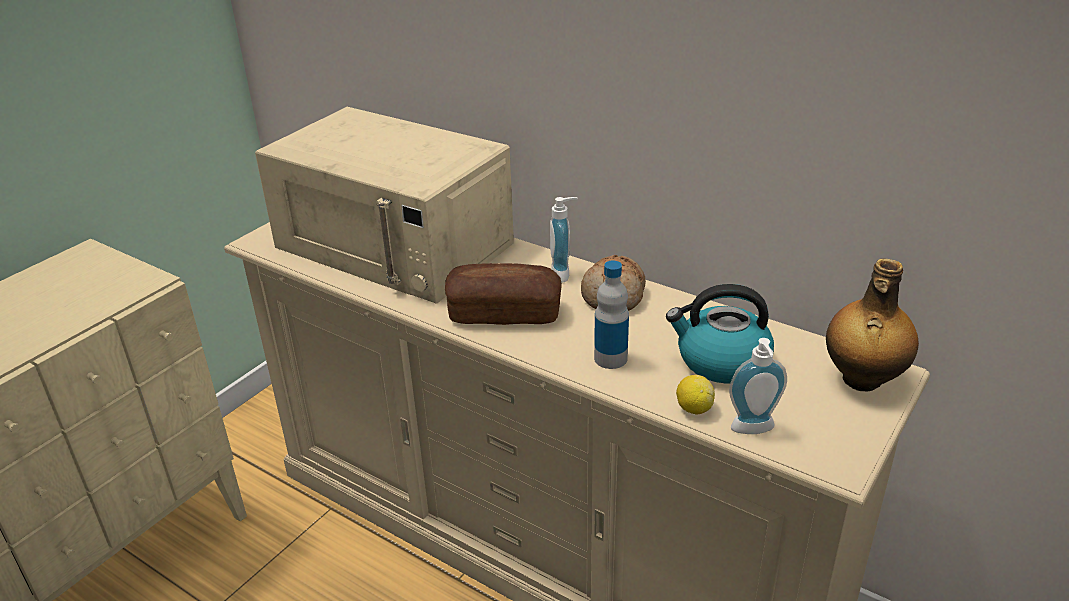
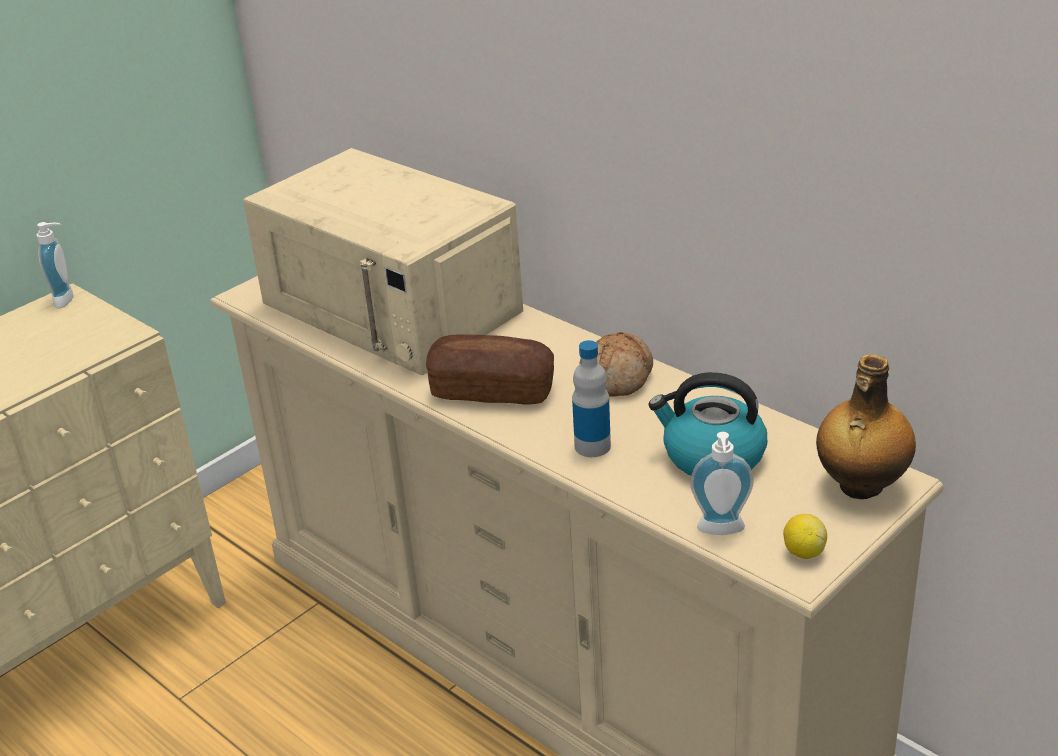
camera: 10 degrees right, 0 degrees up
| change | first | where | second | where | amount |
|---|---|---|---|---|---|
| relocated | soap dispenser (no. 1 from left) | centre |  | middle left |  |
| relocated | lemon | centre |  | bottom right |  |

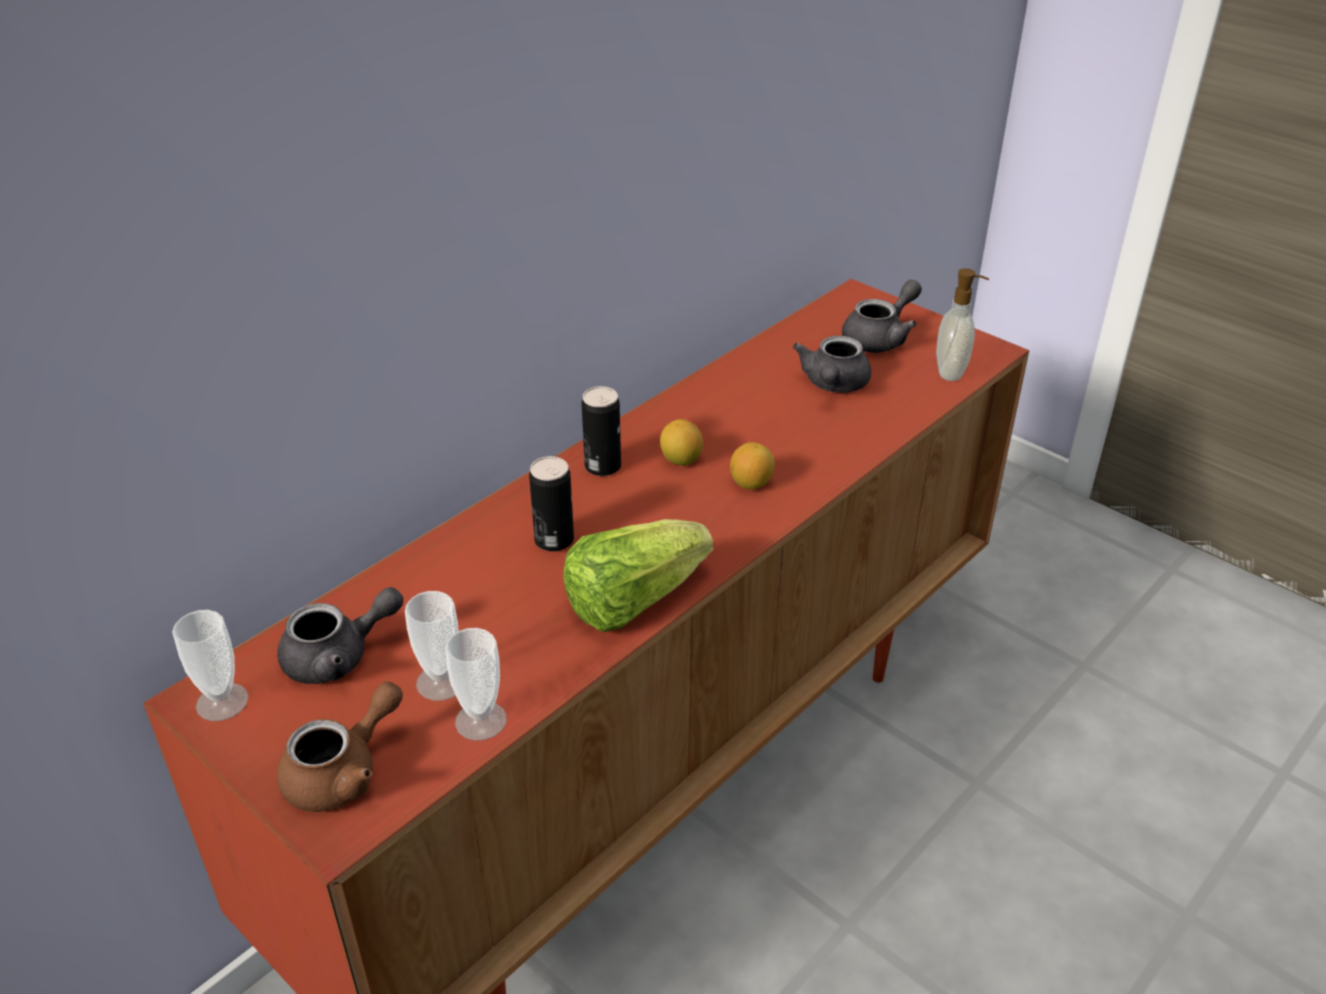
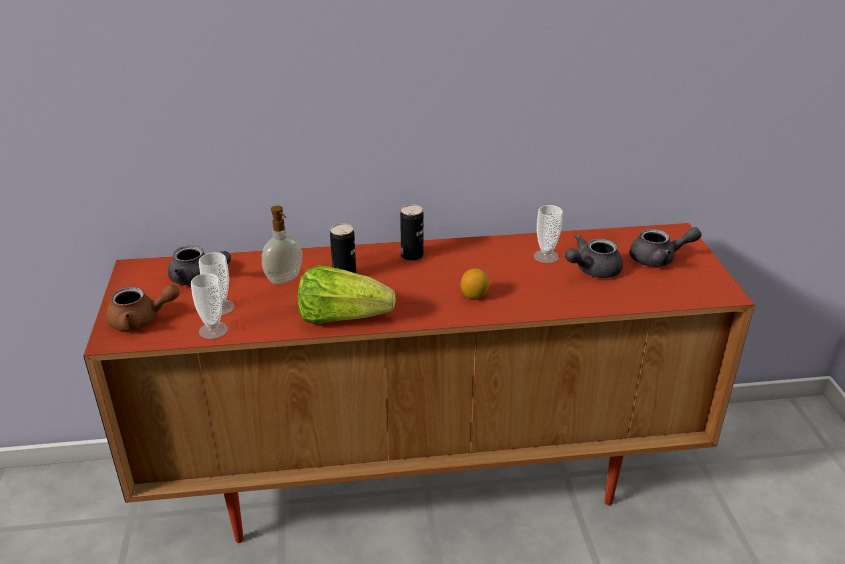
camera: 40 degrees right, 5 degrees down
| change | first | where | second | where | amount |
|---|---|---|---|---|---|
| relocated | soap dispenser | top right |  | centre |  |
| missing | lemon (no. 1 from left) | centre |  |  |  |
| relocated | cup (no. 1 from left in the first image) | bottom left | cup (no. 3 from left) | centre |  |

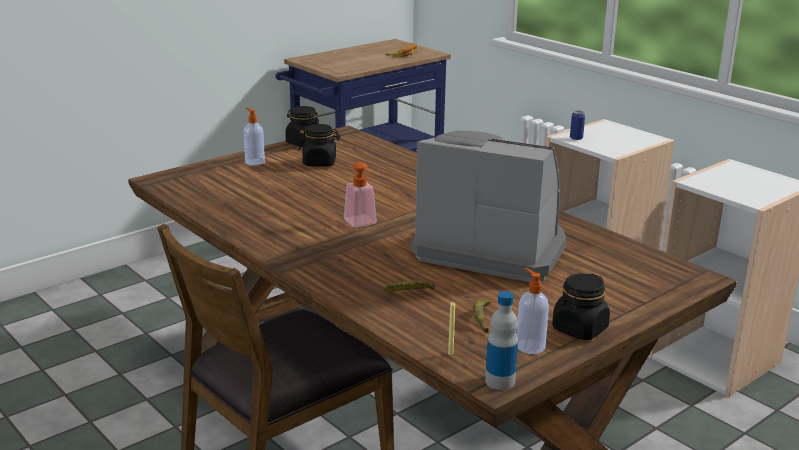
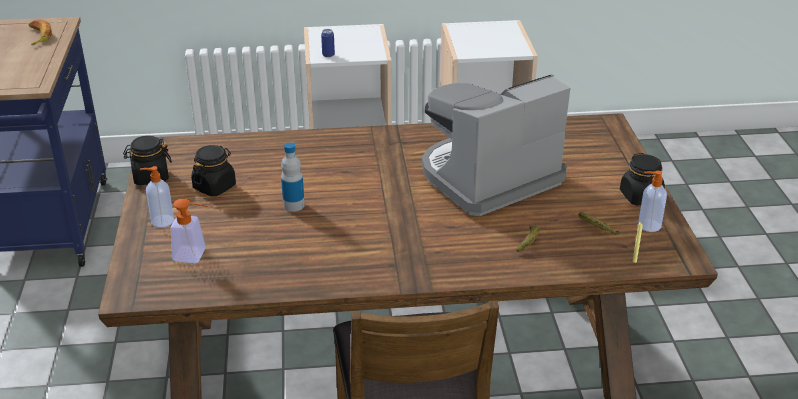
camera: 55 degrees left, 10 degrees up
| change | first | where | second | where | amount |
|---|---|---|---|---|---|
| relocated | soap dispenser (no. 2 from left) | centre |  | middle left |  |
| relocated | bottle | bottom centre |  | centre |  |

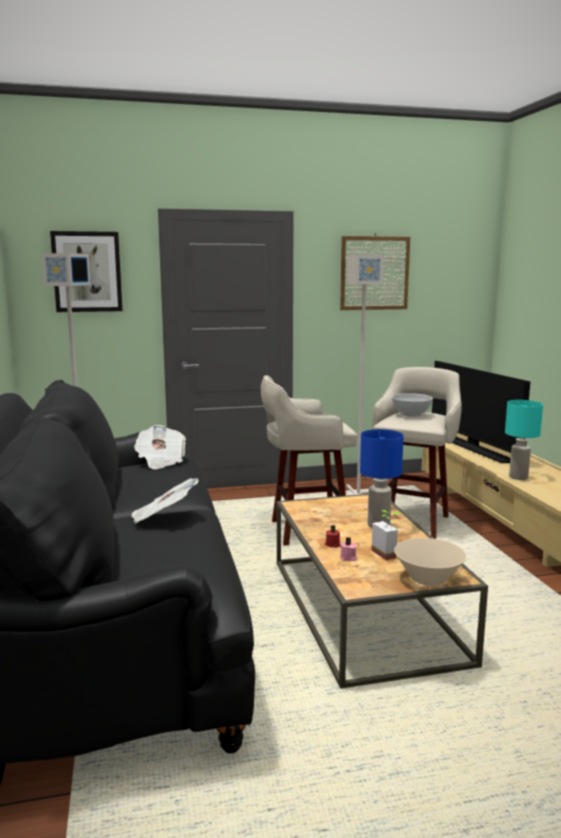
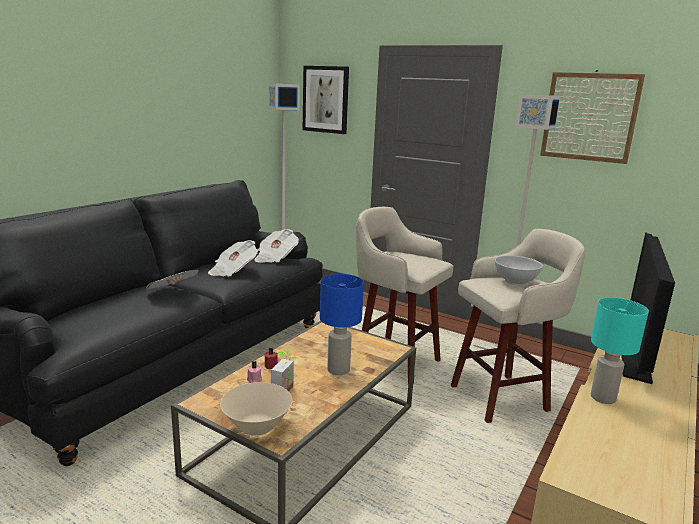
camera: 45 degrees right, 5 degrees up
| change | first | where | second | where | amount |
|---|---|---|---|---|---|
| appeared |  |  | newspaper (no. 2 from left) | centre |  |

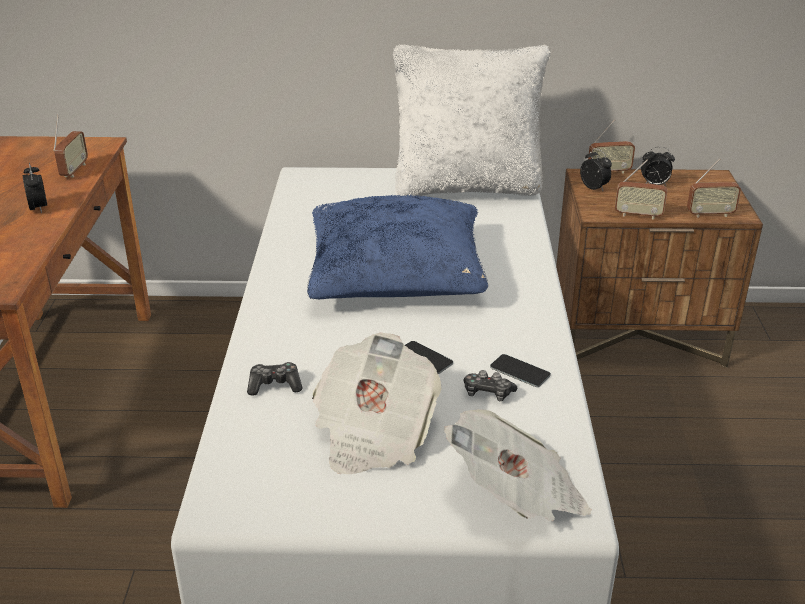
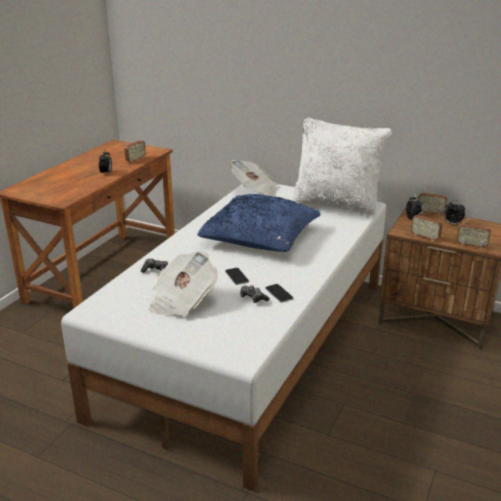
camera: 25 degrees right, 5 degrees down
| change | first | where | second | where | amount |
|---|---|---|---|---|---|
| relocated | newspaper (no. 2 from left) | bottom centre |  | centre |  |

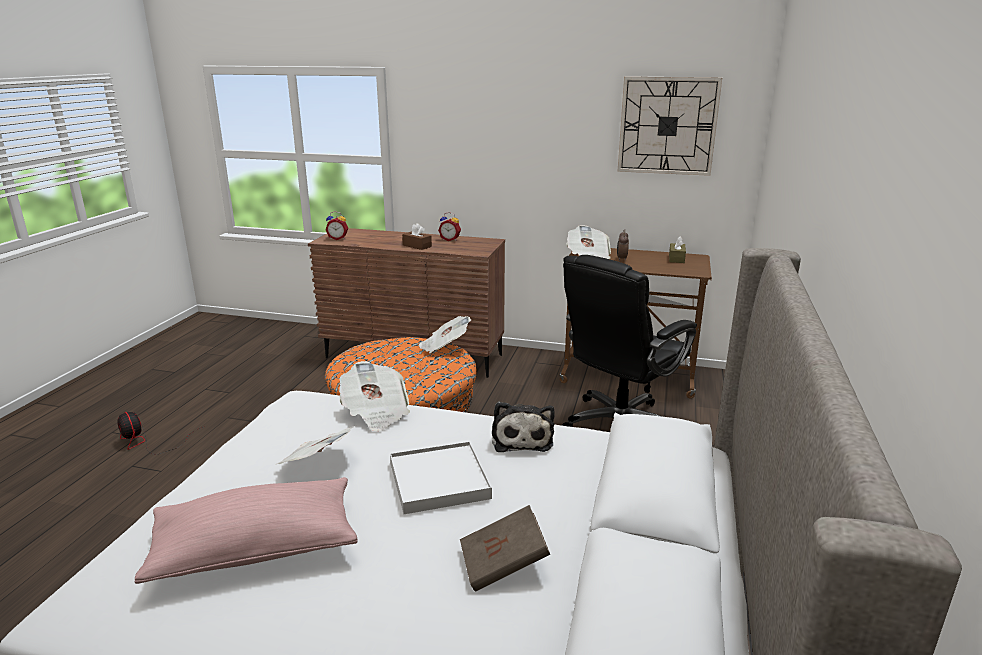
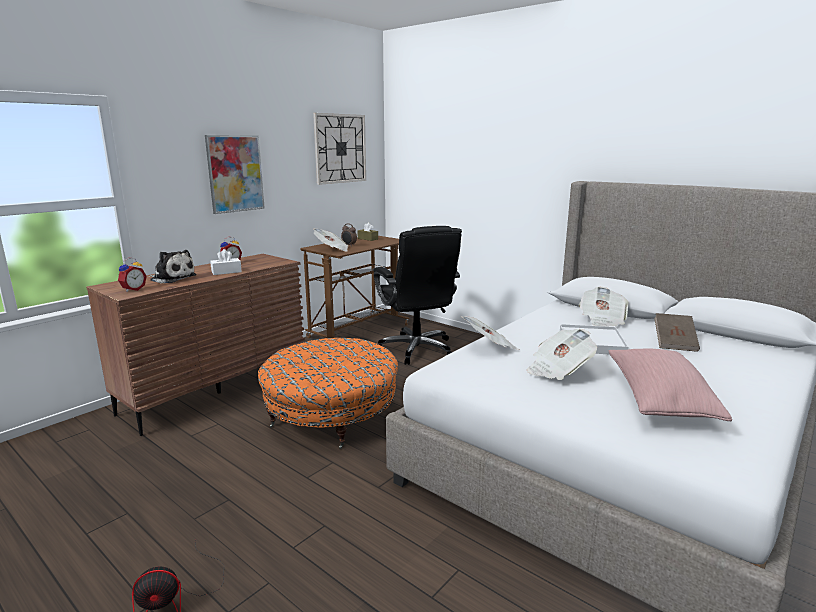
camera: 65 degrees left, 5 degrees down
| change | first | where | second | where | amount |
|---|---|---|---|---|---|
| colour | tissue box/brown (no. 1 from left) | centre | tissue box/white | middle left |  |
| relocated | newspaper (no. 3 from left in the first image) | centre | newspaper (no. 4 from left) | middle right |  |
| relocated | plush toy | centre |  | middle left |  |
| appeared |  |  | picture | top left |  |

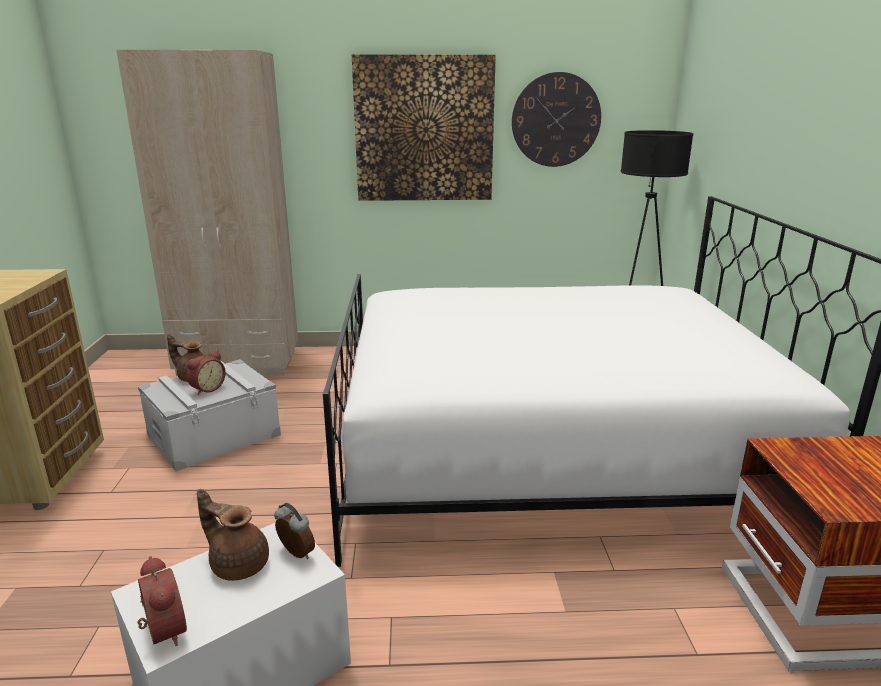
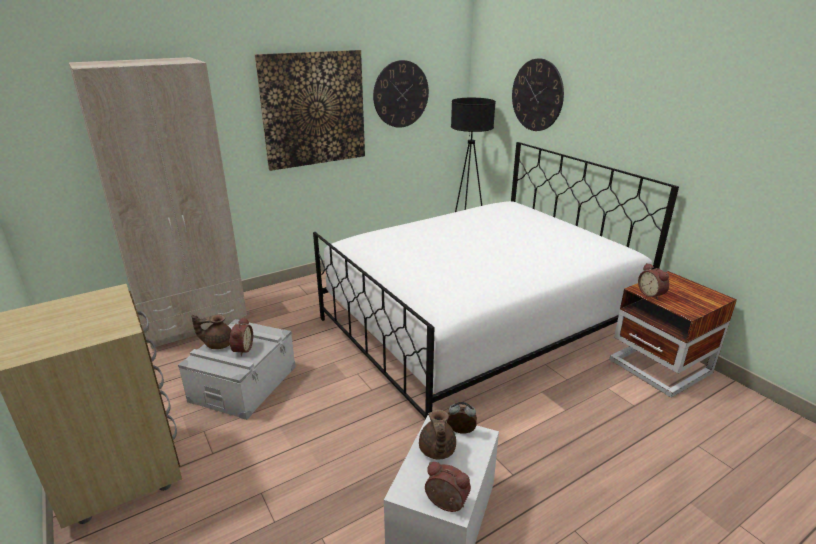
camera: 30 degrees left, 5 degrees up
| change | first | where | second | where | amount |
|---|---|---|---|---|---|
| spun | teapot/brown (no. 2 from left) | bottom left |  | bottom centre | 90 degrees counterclockwise |
| appeared |  |  | wall clock (no. 2 from left) | top centre |  |
| appeared |  |  | alarm clock (no. 4 from left) | middle right |  |

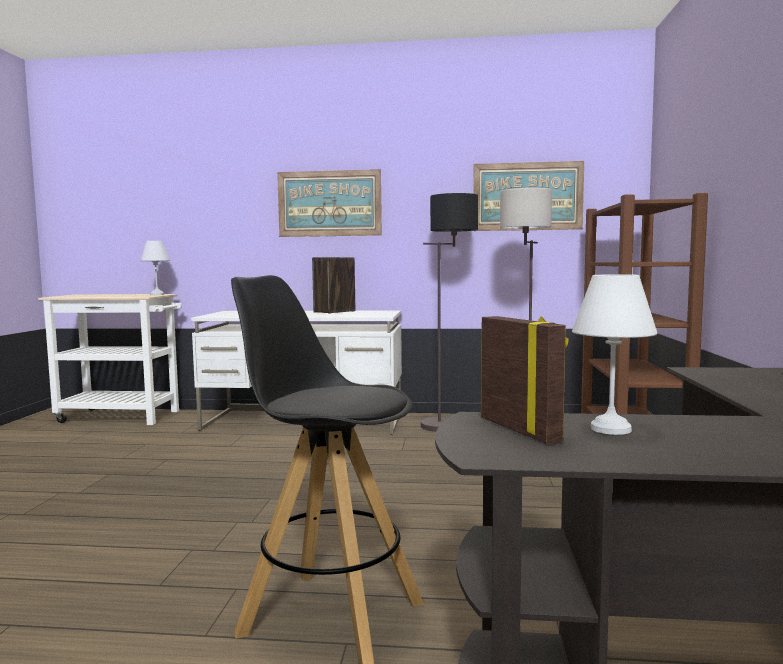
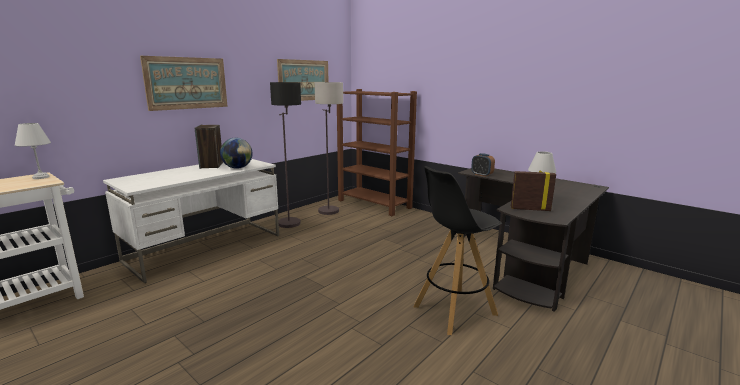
camera: 55 degrees left, 10 degrees up
| change | first | where | second | where | amount |
|---|---|---|---|---|---|
| appeared |  |  | globe | middle left |  |
| appeared |  |  | alarm clock | centre |  |

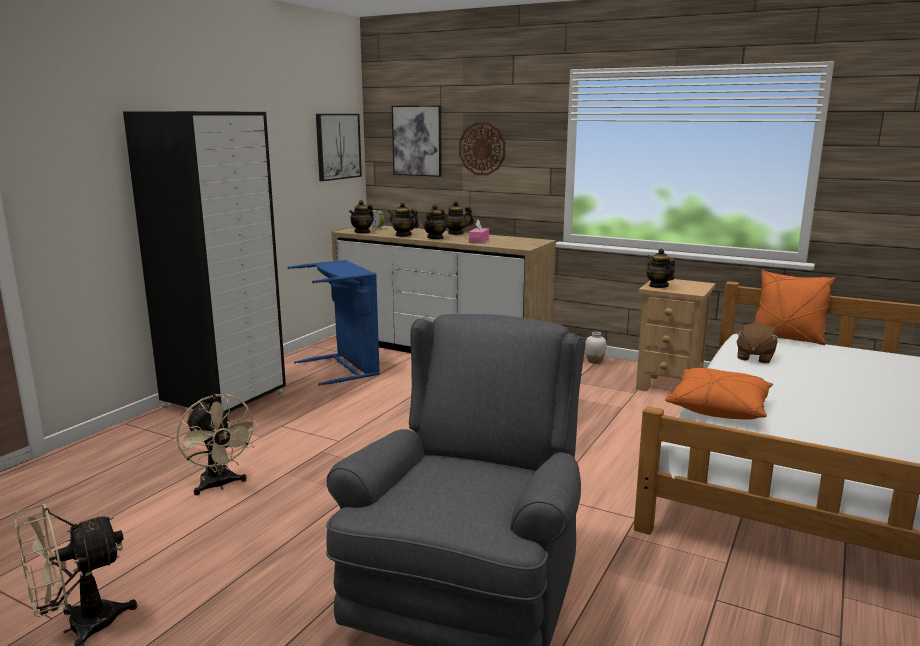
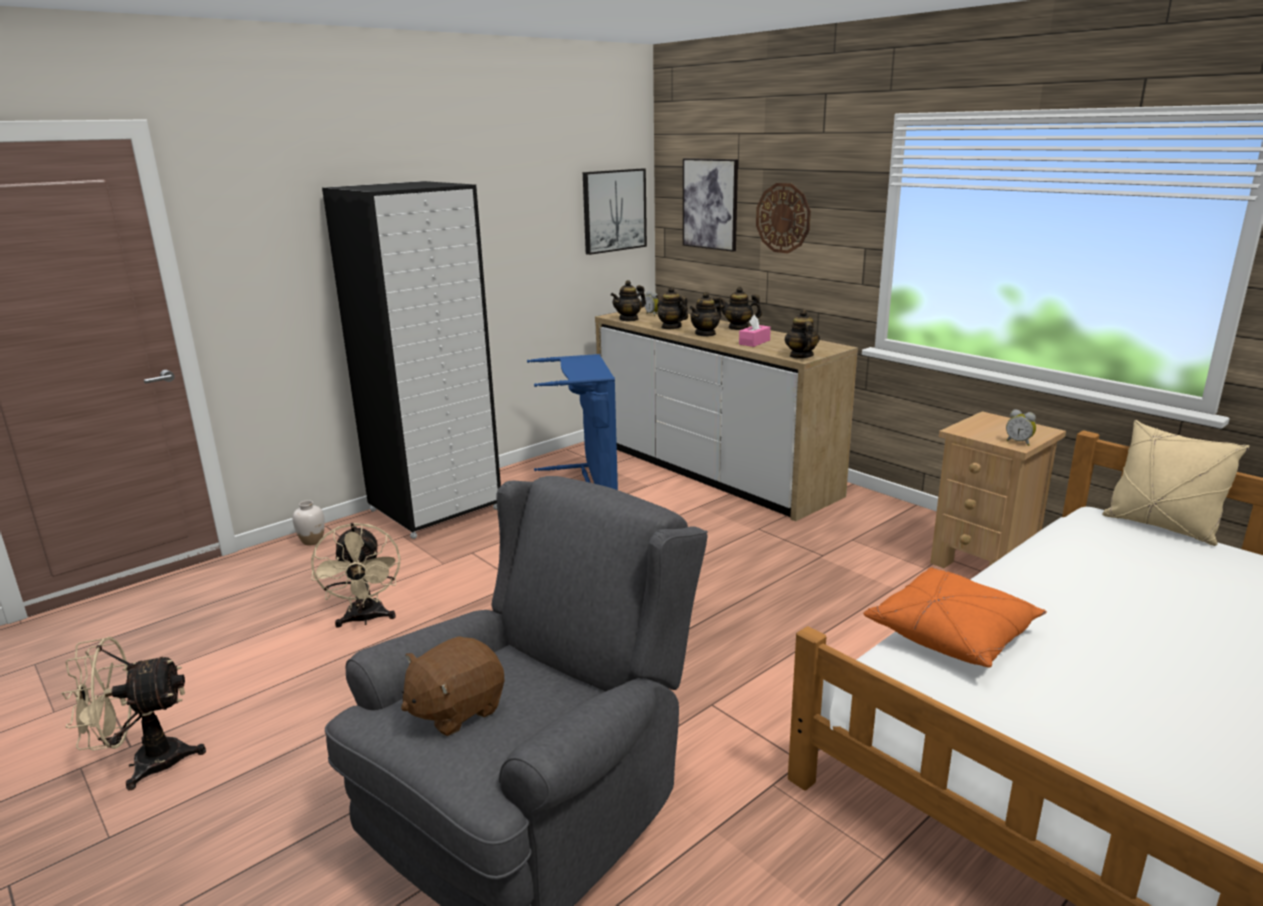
camera: 20 degrees right, 5 degrees up
| change | first | where | second | where | amount |
|---|---|---|---|---|---|
| relocated | teapot (no. 5 from left) | middle right |  | centre |  |
| colour | pillow/orange (no. 2 from left) | middle right | pillow/beige | middle right |  |
| relocated | plush toy/brown | middle right |  | bottom centre |  |
| relocated | vase/white | centre |  | middle left |  |
| appeared |  |  | alarm clock (no. 2 from left) | middle right |  |

